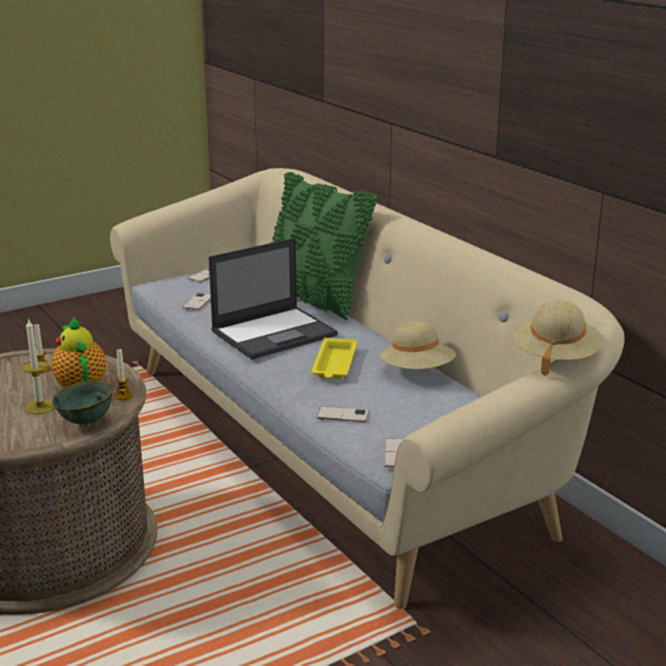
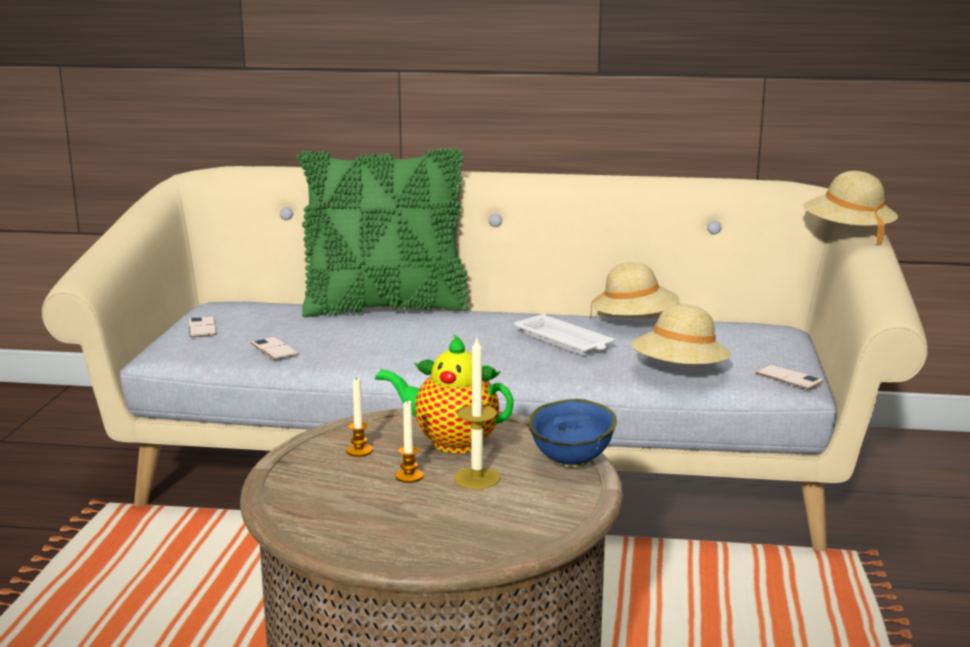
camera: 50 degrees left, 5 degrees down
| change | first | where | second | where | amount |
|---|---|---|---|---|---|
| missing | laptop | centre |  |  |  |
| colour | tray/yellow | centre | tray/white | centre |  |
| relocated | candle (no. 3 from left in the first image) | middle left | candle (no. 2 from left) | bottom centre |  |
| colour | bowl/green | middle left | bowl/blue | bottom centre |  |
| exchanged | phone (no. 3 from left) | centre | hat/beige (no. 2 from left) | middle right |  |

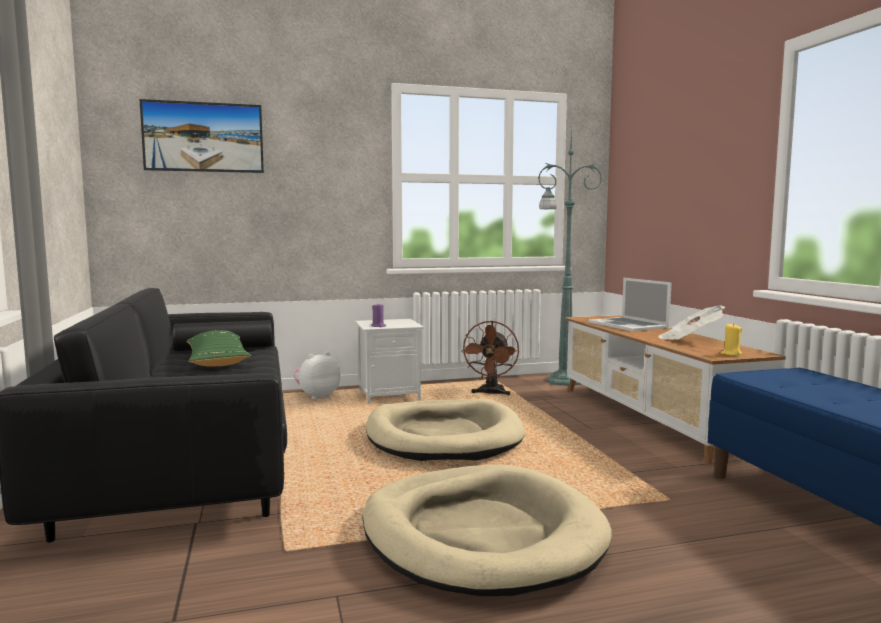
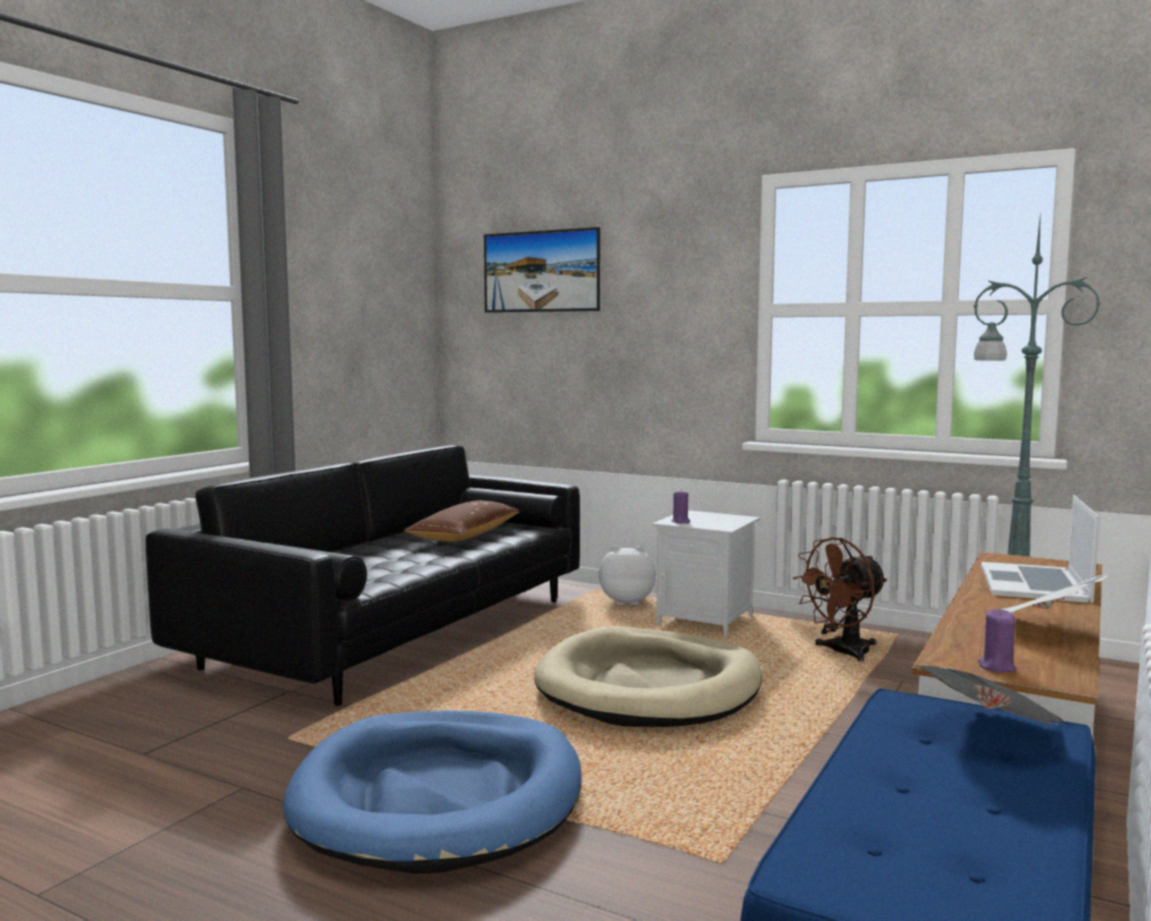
camera: 45 degrees right, 0 degrees up
| change | first | where | second | where | amount |
|---|---|---|---|---|---|
| colour | candle/yellow | middle right | candle/purple (no. 2 from left) | bottom right |  |
| colour | pillow/green | middle left | pillow/brown | centre |  |
| colour | dog bed/beige (no. 2 from left) | bottom centre | dog bed/blue | bottom centre |  |
| appeared |  |  | newspaper (no. 1 from left) | bottom right |  |

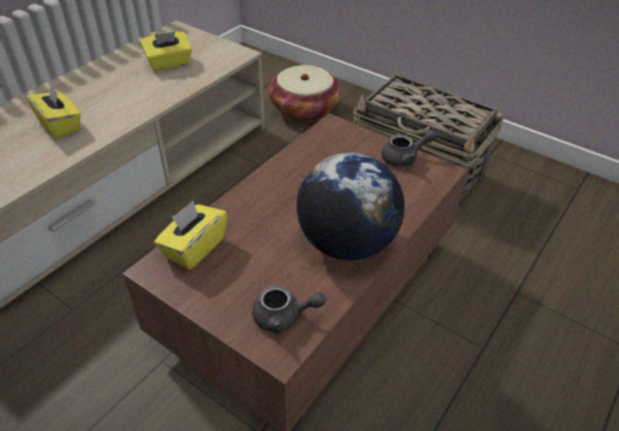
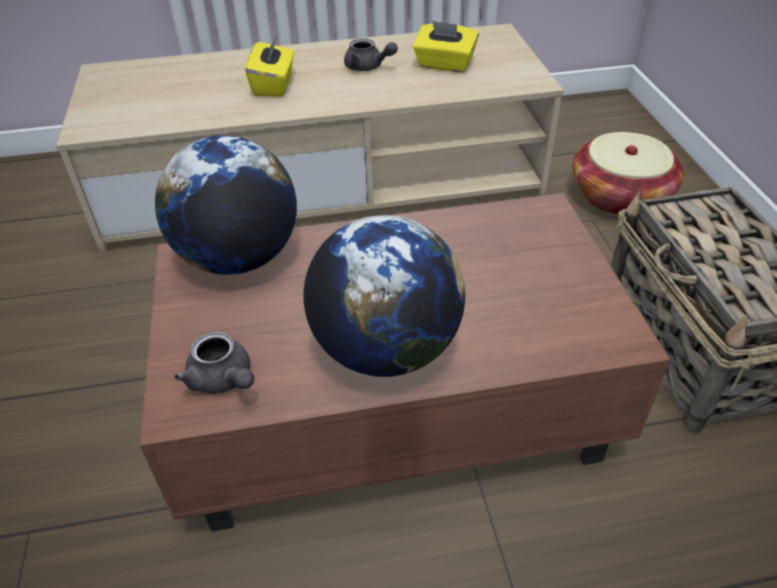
camera: 45 degrees right, 0 degrees up
| change | first | where | second | where | amount |
|---|---|---|---|---|---|
| relocated | teapot/grey (no. 2 from left) | centre |  | top centre |  |
| exchanged | tissue box/yellow (no. 3 from left) | middle left | globe (no. 1 from left) | middle left |  |

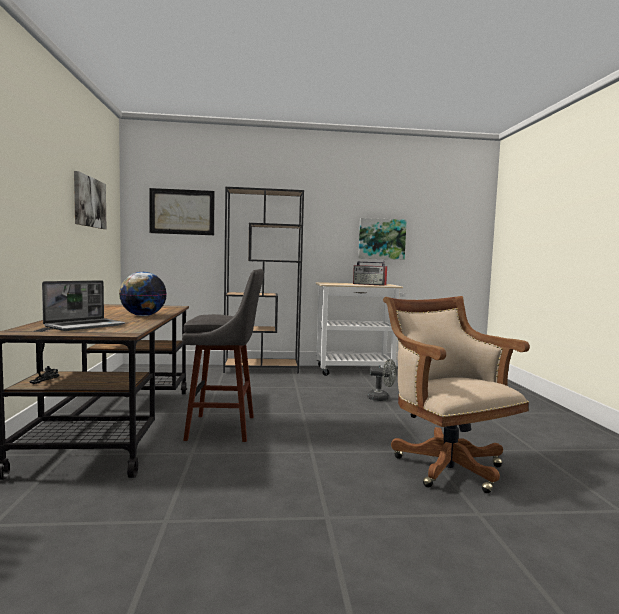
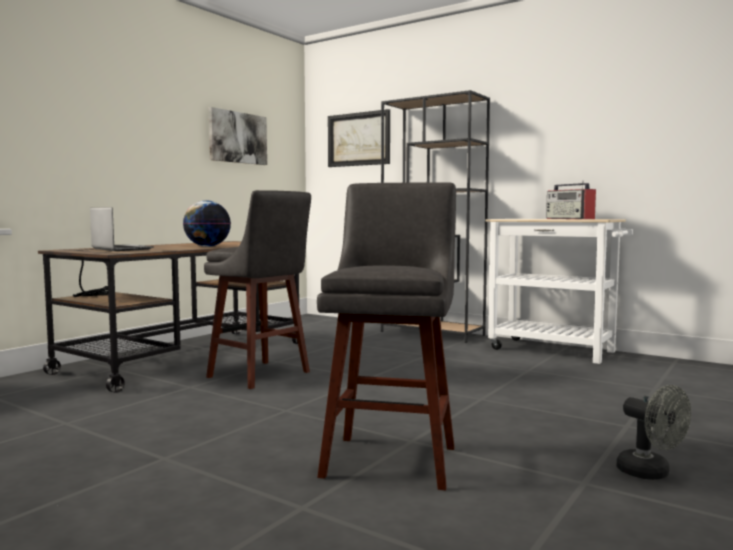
camera: 40 degrees right, 0 degrees up
| change | first | where | second | where | amount |
|---|---|---|---|---|---|
| missing | picture (no. 3 from left) | centre |  |  |  |
| spun | laptop | middle left |  | middle left | 120 degrees counterclockwise |
| exchanged | office chair | middle right | stool/grey (no. 2 from left) | centre |  |
| relocated | fan/grey | centre |  | bottom right |  |

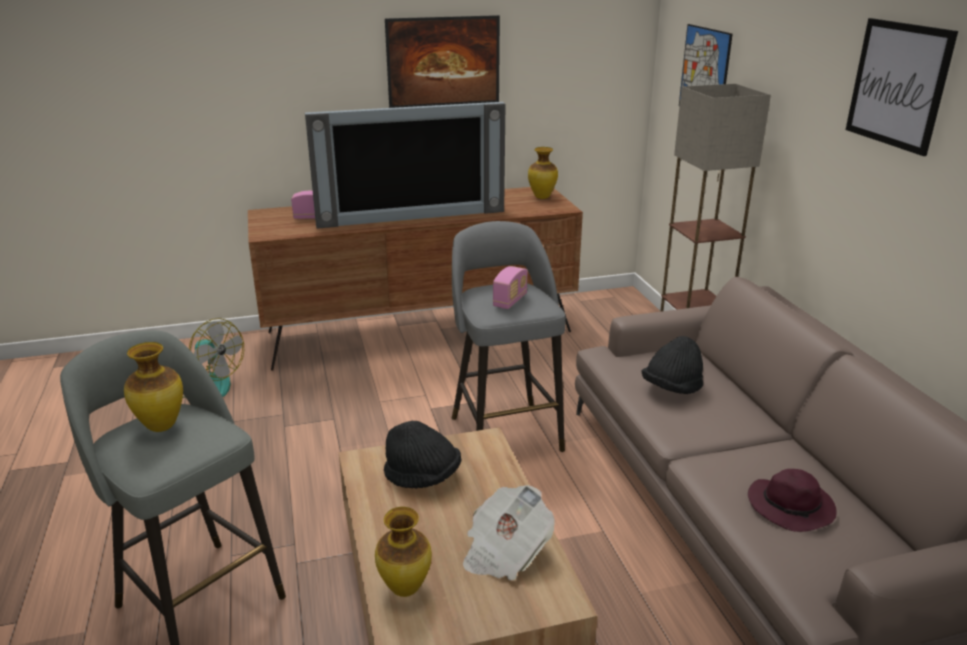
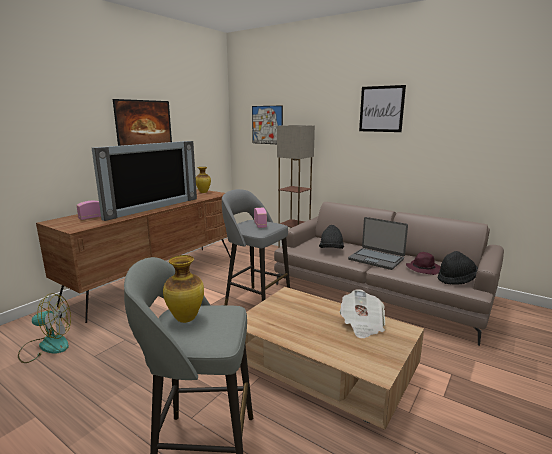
camera: 40 degrees left, 10 degrees down
| change | first | where | second | where | amount |
|---|---|---|---|---|---|
| relocated | hat/black (no. 1 from left in the first image) | bottom centre | hat/black (no. 2 from left) | middle right |  |
| missing | vase (no. 2 from left) | bottom centre |  |  |  |
| appeared |  |  | laptop | middle right |  |

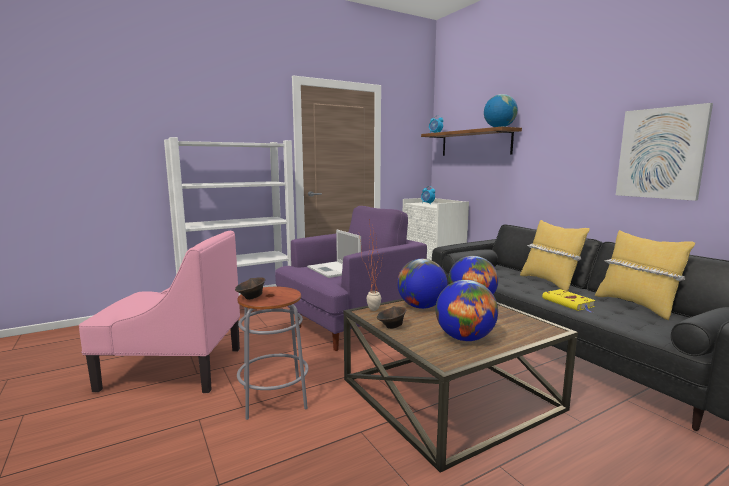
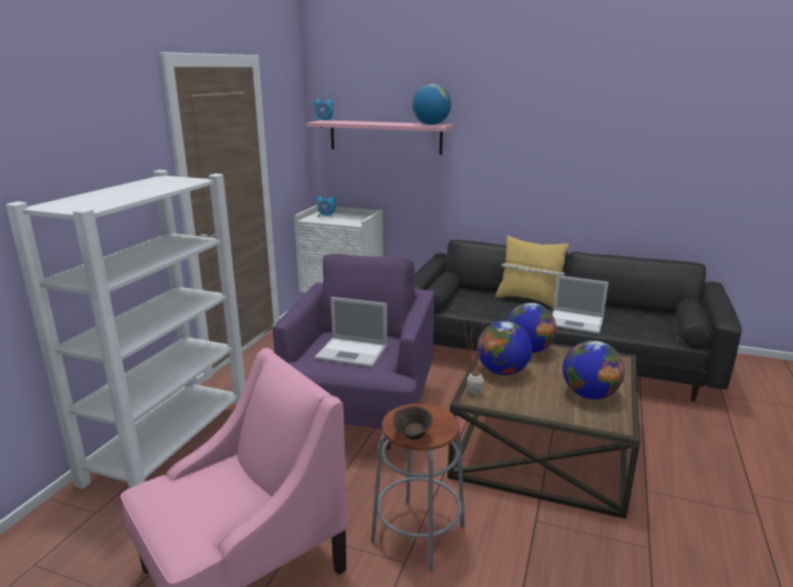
camera: 40 degrees left, 10 degrees up
| change | first | where | second | where | amount |
|---|---|---|---|---|---|
| missing | picture | top right |  |  |  |
| colour | shelf/brown | top centre | shelf/pink | top centre |  |
| missing | pillow/yellow (no. 2 from left) | middle right |  |  |  |
| exchanged | book/yellow | middle right | laptop (no. 2 from left) | middle right |  |
| missing | bowl/brown (no. 2 from left) | centre |  |  |  |

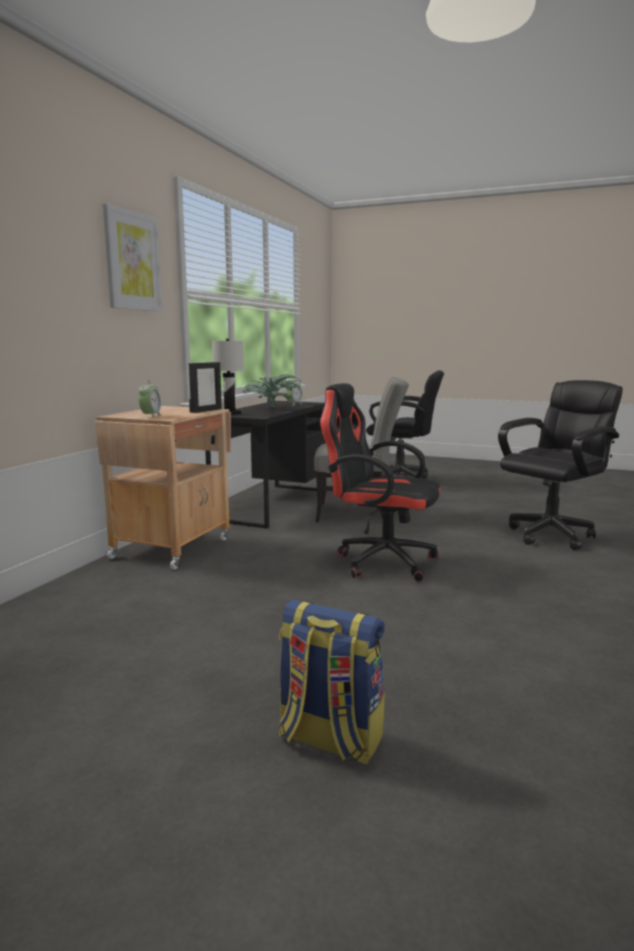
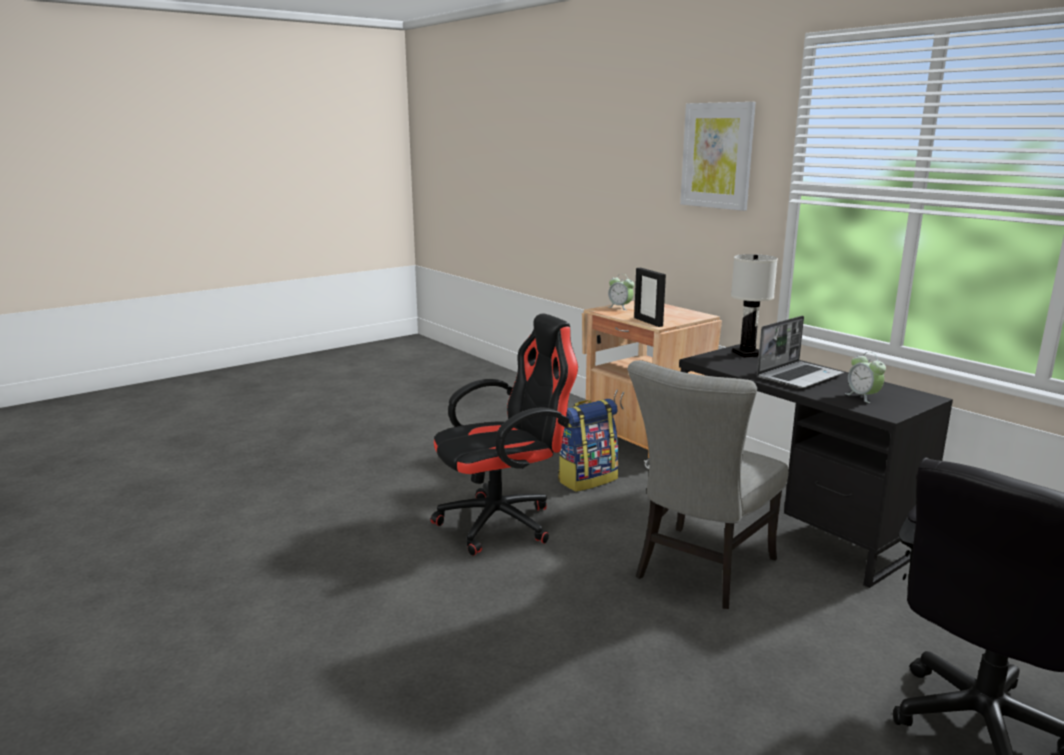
camera: 120 degrees right, 5 degrees up
| change | first | where | second | where | amount |
|---|---|---|---|---|---|
| exchanged | potted plant | centre | laptop | middle right |  |
| missing | office chair/black (no. 3 from left) | middle right |  |  |  |
| relocated | backpack | bottom centre |  | centre |  |

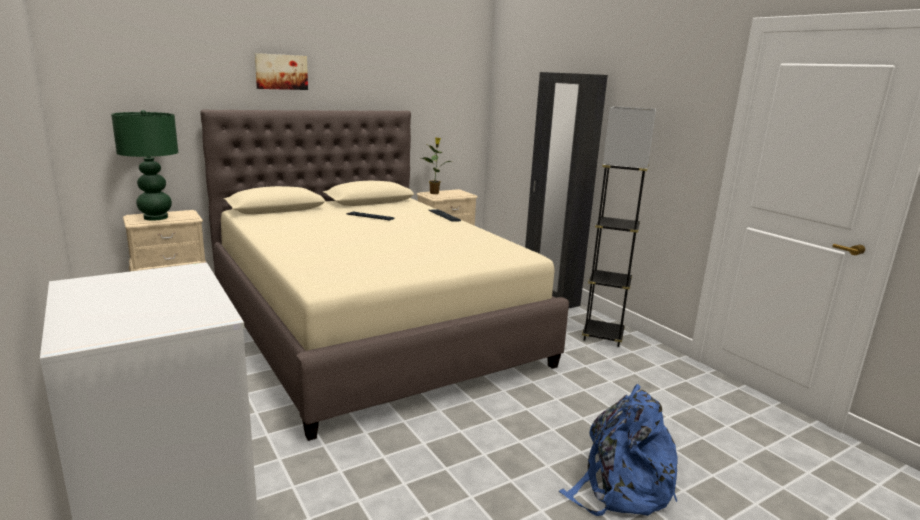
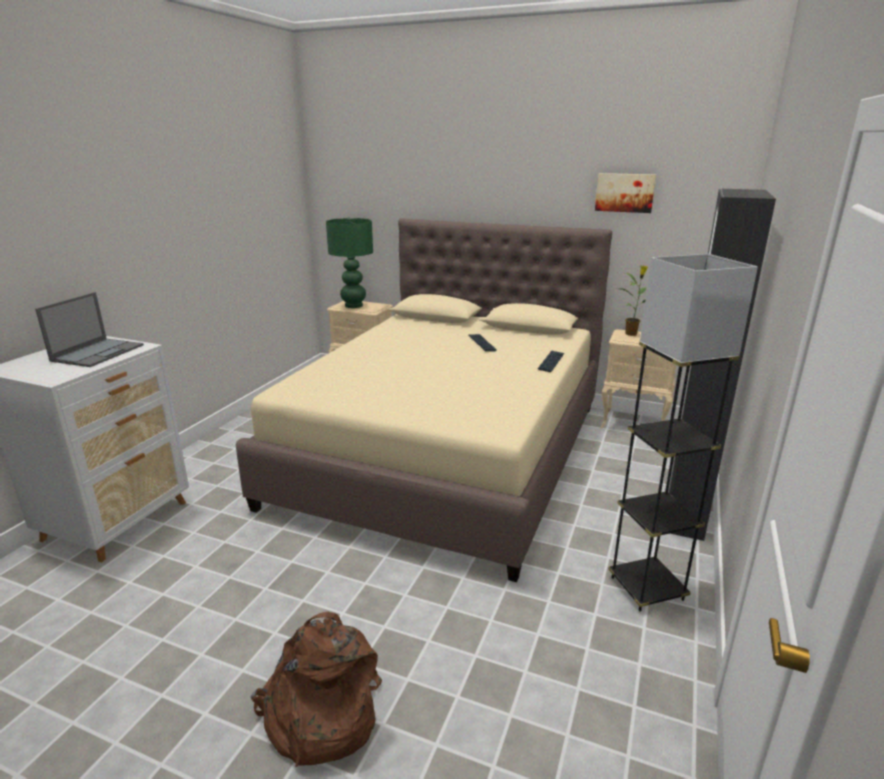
camera: 55 degrees right, 5 degrees up
| change | first | where | second | where | amount |
|---|---|---|---|---|---|
| relocated | picture | top left |  | top right |  |
| colour | backpack/blue | bottom right | backpack/brown | bottom centre |  |
| appeared |  |  | laptop | middle left |  |

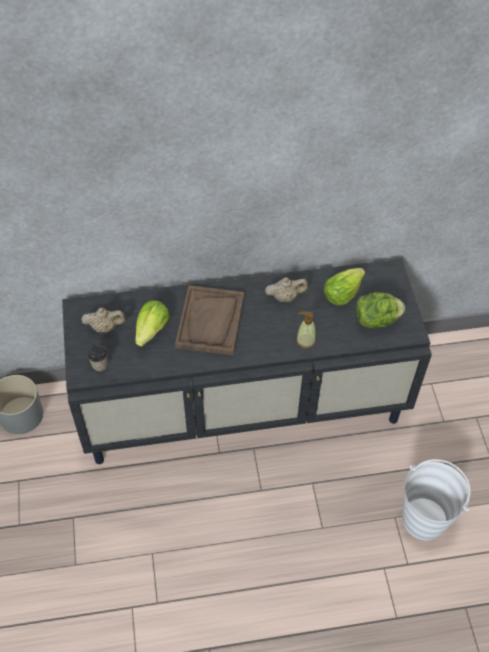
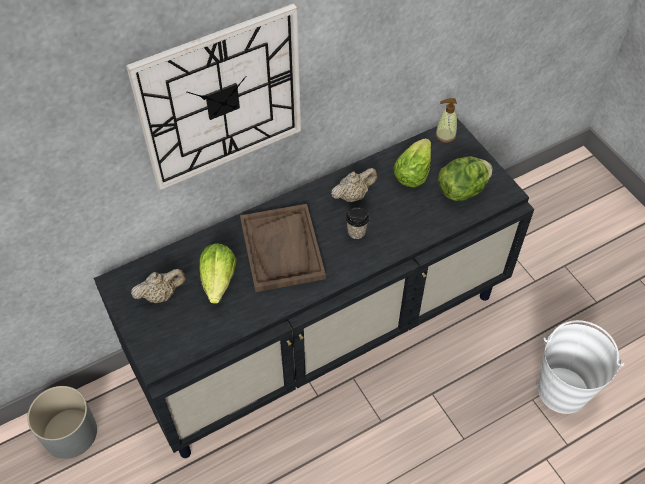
camera: 20 degrees left, 0 degrees up
| change | first | where | second | where | amount |
|---|---|---|---|---|---|
| relocated | soap dispenser | centre |  | top right |  |
| relocated | cup | middle left |  | centre |  |
| appeared |  |  | wall clock | top left |  |

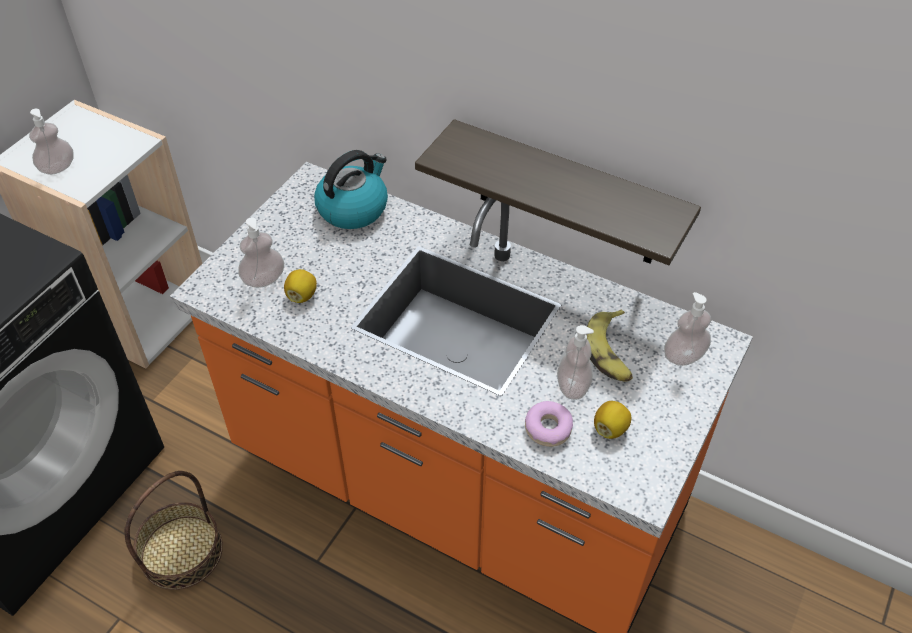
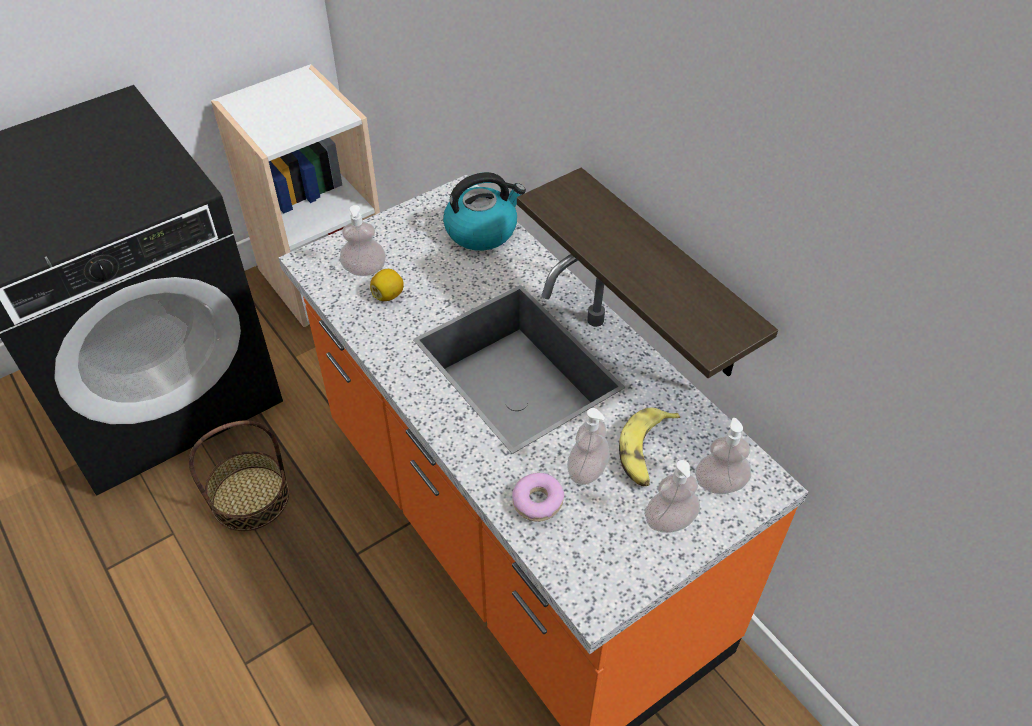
camera: 25 degrees right, 0 degrees up
| change | first | where | second | where | amount |
|---|---|---|---|---|---|
| relocated | soap dispenser (no. 1 from left in the first image) | top left | soap dispenser (no. 3 from left) | bottom centre |  |
| missing | lemon (no. 2 from left) | middle right |  |  |  |

